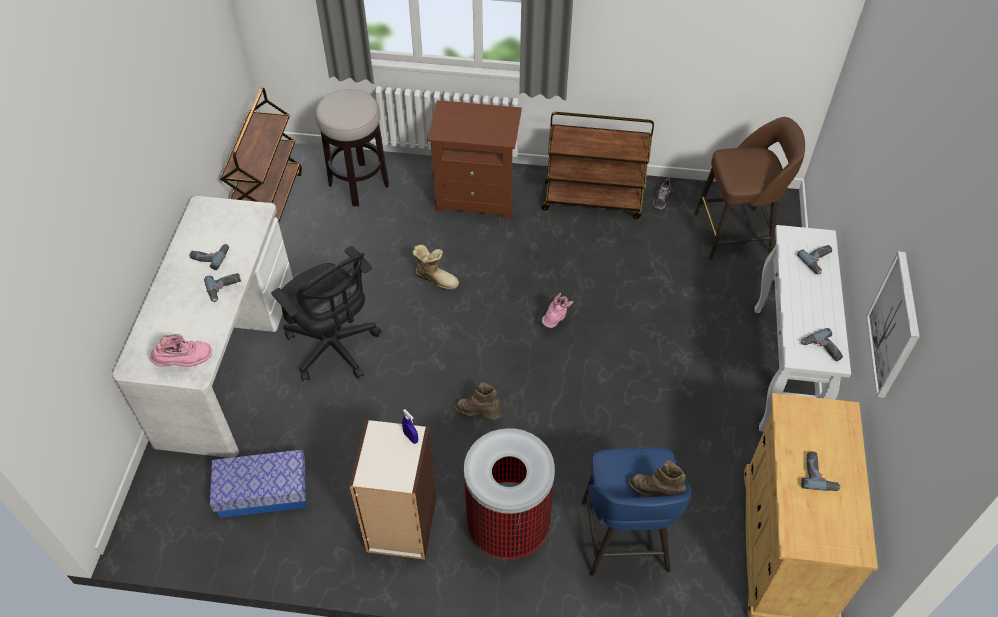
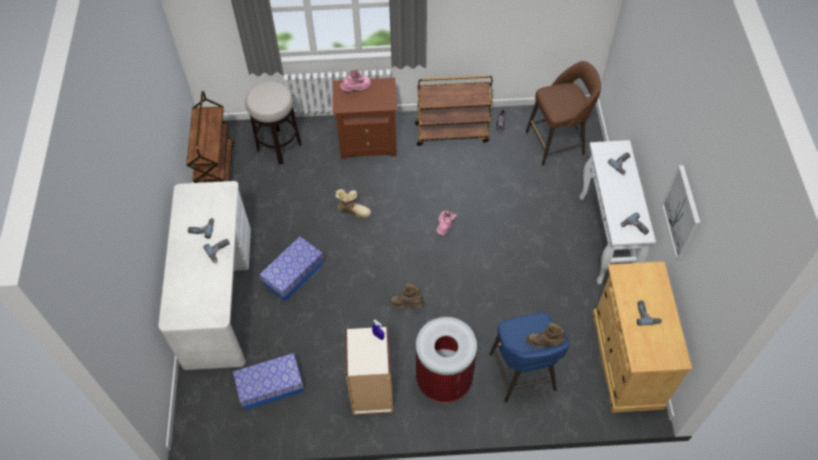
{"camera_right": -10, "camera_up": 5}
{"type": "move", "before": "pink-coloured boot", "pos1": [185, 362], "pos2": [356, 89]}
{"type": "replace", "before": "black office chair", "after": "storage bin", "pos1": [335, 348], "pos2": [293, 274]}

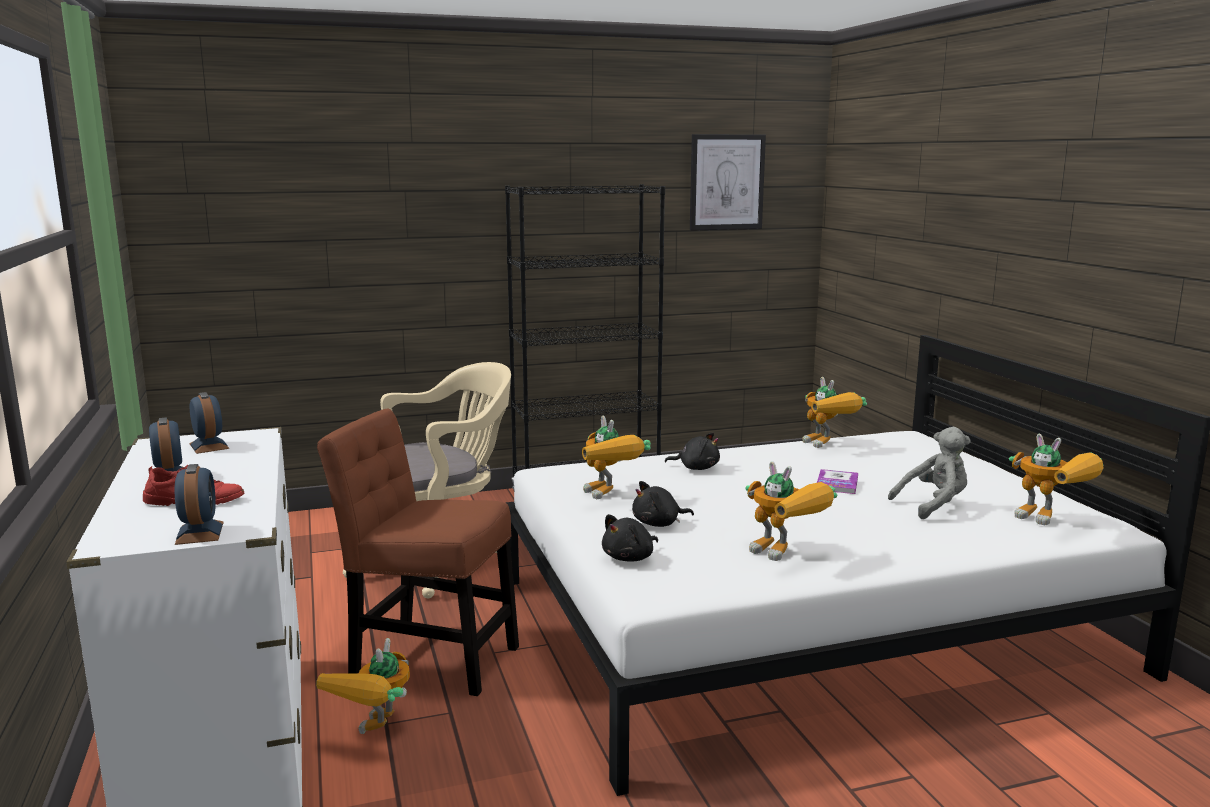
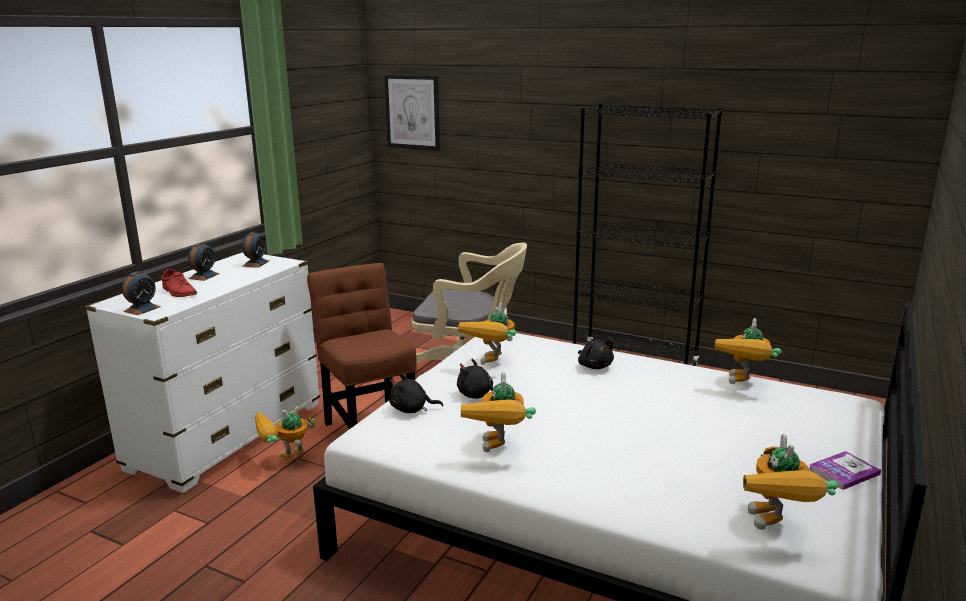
{"camera_right": 45, "camera_up": 5}
{"type": "delete", "before": "grey cuddly toy", "pos1": [933, 505]}
{"type": "move", "before": "wall picture", "pos1": [726, 182], "pos2": [412, 112]}
{"type": "move", "before": "book", "pos1": [837, 483], "pos2": [843, 472]}

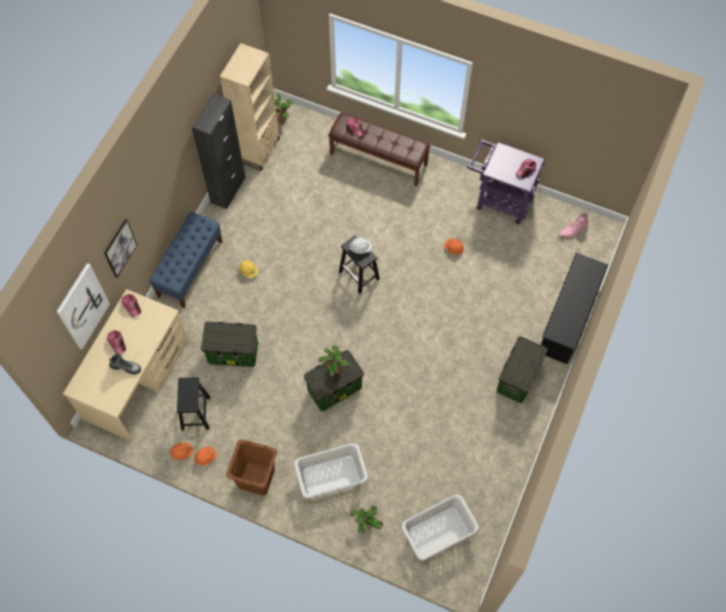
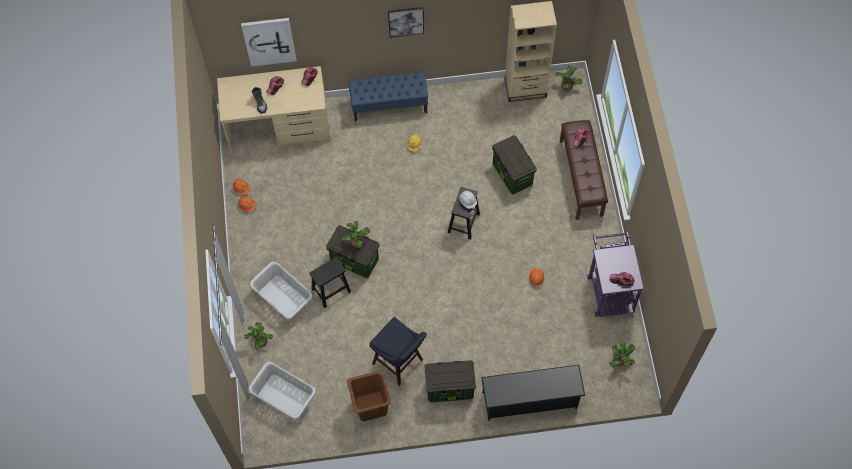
{"camera_right": 60, "camera_up": 0}
{"type": "delete", "before": "black cabinet", "pos1": [228, 190]}
{"type": "insert", "after": "blue-coloured stool seat", "pos2": [400, 363]}
{"type": "move", "before": "wall picture", "pos1": [120, 248], "pos2": [406, 21]}
{"type": "move", "before": "black stool seat", "pos1": [196, 414], "pos2": [330, 291]}
{"type": "move", "before": "storage bin", "pos1": [234, 353], "pos2": [513, 175]}
{"type": "move", "before": "brownish washing basket", "pos1": [256, 478], "pos2": [370, 405]}
{"type": "replace", "before": "pink-coloured boot", "after": "houseplant", "pos1": [572, 231], "pos2": [619, 362]}

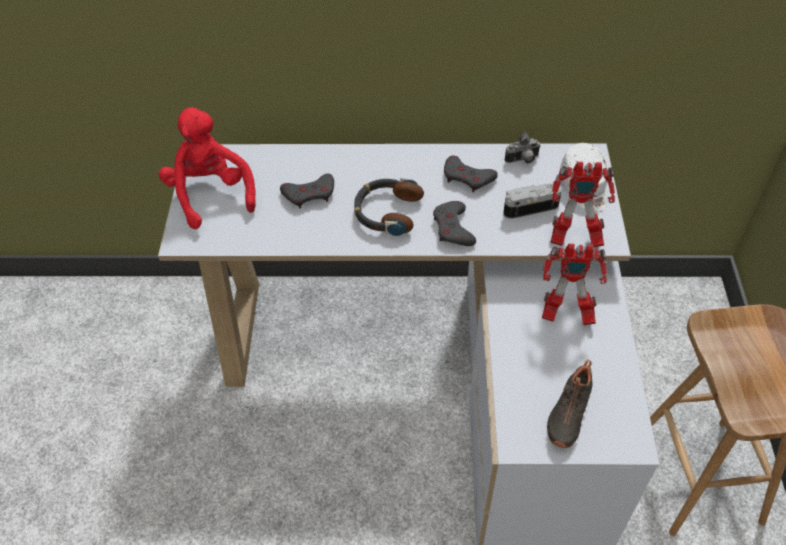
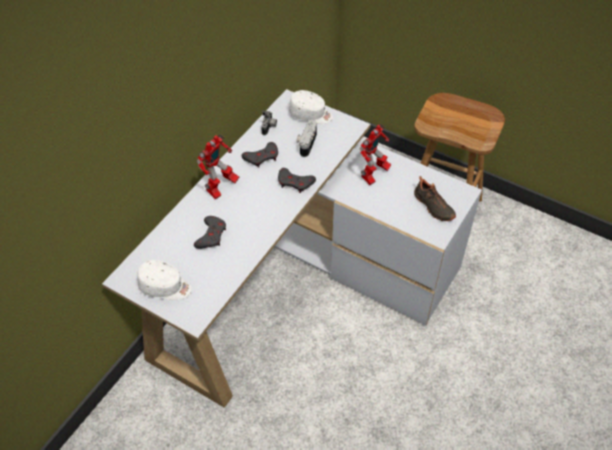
{"camera_right": -60, "camera_up": 0}
{"type": "delete", "before": "headset", "pos1": [387, 211]}
{"type": "move", "before": "robot figure", "pos1": [573, 239], "pos2": [221, 188]}
{"type": "replace", "before": "reddish cuddly toy", "after": "white cap", "pos1": [210, 194], "pos2": [165, 287]}

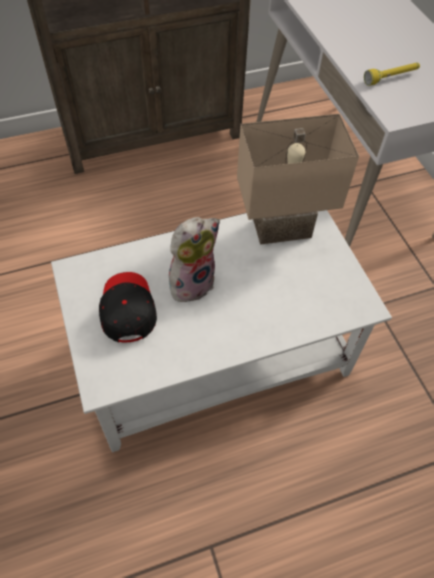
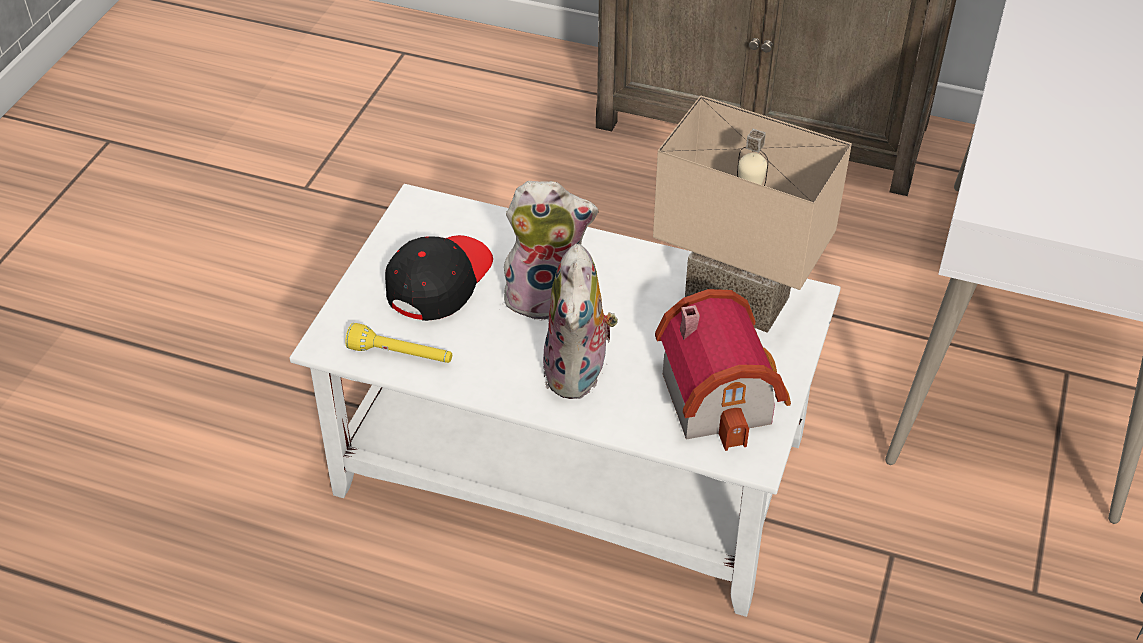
{"camera_right": 40, "camera_up": -10}
{"type": "insert", "after": "cuddly toy", "pos2": [579, 373]}
{"type": "insert", "after": "toy house", "pos2": [723, 394]}
{"type": "move", "before": "yellow-coloured flashlight", "pos1": [391, 78], "pos2": [401, 355]}

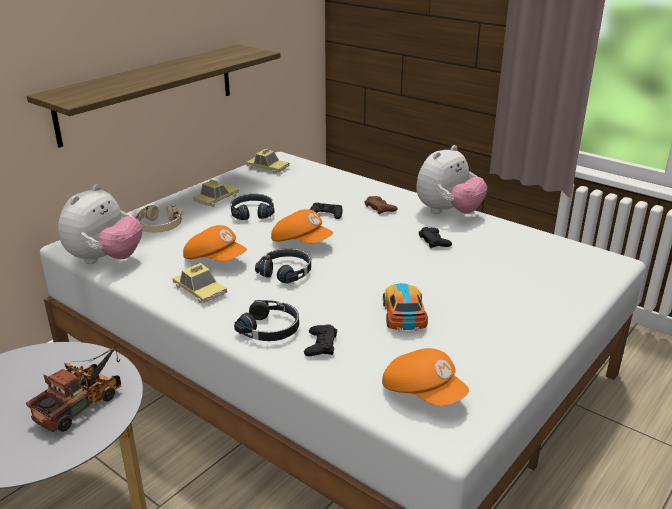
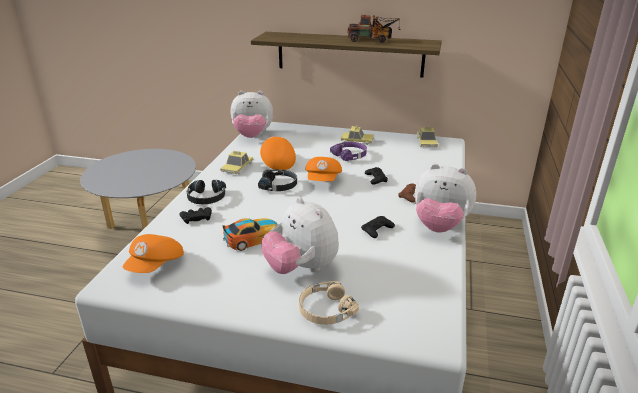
{"camera_right": 65, "camera_up": 0}
{"type": "insert", "after": "cuddly toy", "pos2": [301, 268]}
{"type": "move", "before": "model truck", "pos1": [84, 403], "pos2": [373, 40]}
{"type": "move", "before": "beige-coloured headset", "pos1": [159, 226], "pos2": [325, 310]}
{"type": "recolor", "before": "black headset", "after": "purple headset", "pos1": [252, 212], "pos2": [350, 155]}
{"type": "rotate", "before": "orange-coloured cap", "pos1": [215, 259], "pos2": [276, 162], "turn": 150}

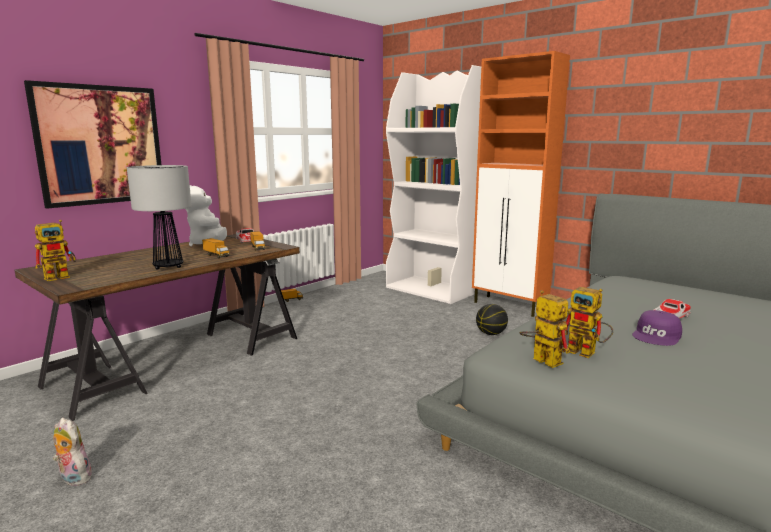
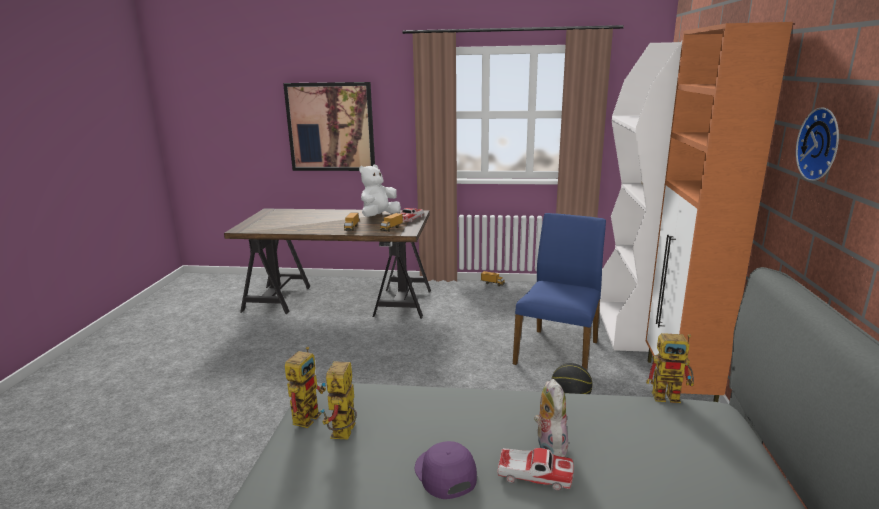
{"camera_right": 55, "camera_up": 5}
{"type": "delete", "before": "table lamp", "pos1": [169, 267]}
{"type": "insert", "after": "blue-coloured chair", "pos2": [558, 352]}
{"type": "insert", "after": "clock on the wall", "pos2": [822, 144]}
{"type": "move", "before": "robot figure", "pos1": [62, 276], "pos2": [671, 396]}
{"type": "move", "before": "cuddly toy", "pos1": [73, 478], "pos2": [549, 447]}
{"type": "rotate", "before": "purple cap", "pos1": [657, 336], "pos2": [444, 474], "turn": 60}

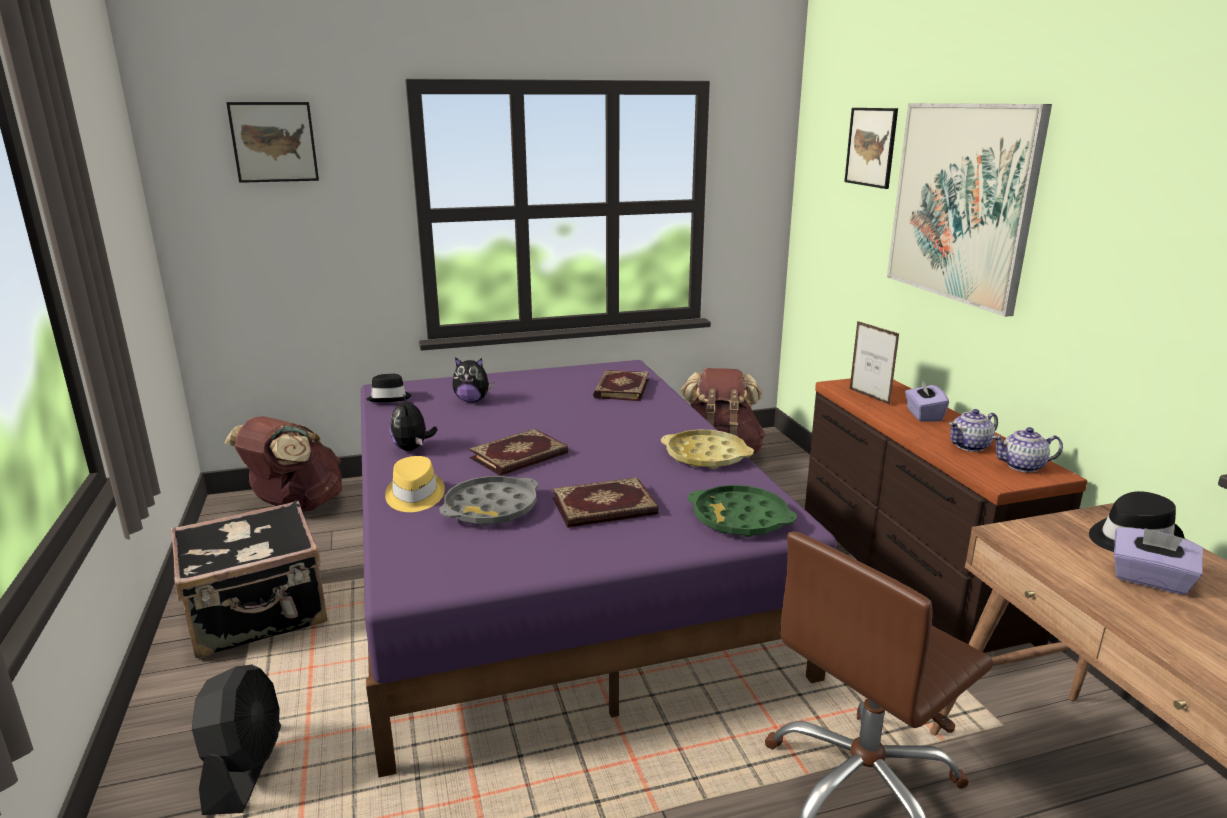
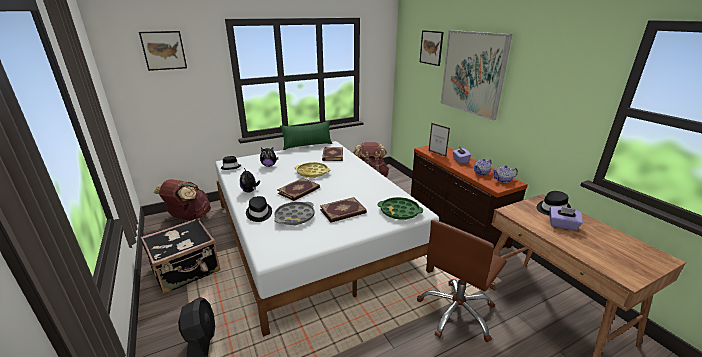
{"camera_right": -10, "camera_up": 5}
{"type": "insert", "after": "green throw pillow", "pos2": [307, 145]}
{"type": "move", "before": "yellow-coloured tray", "pos1": [706, 456], "pos2": [312, 172]}
{"type": "recolor", "before": "purple bedroom bed", "after": "white bedroom bed", "pos1": [552, 566], "pos2": [312, 234]}
{"type": "recolor", "before": "yellow-coloured wearable hat", "after": "black wearable hat", "pos1": [414, 496], "pos2": [259, 214]}

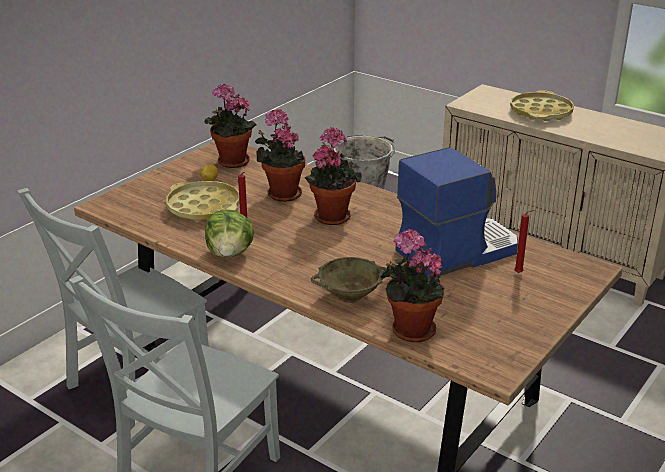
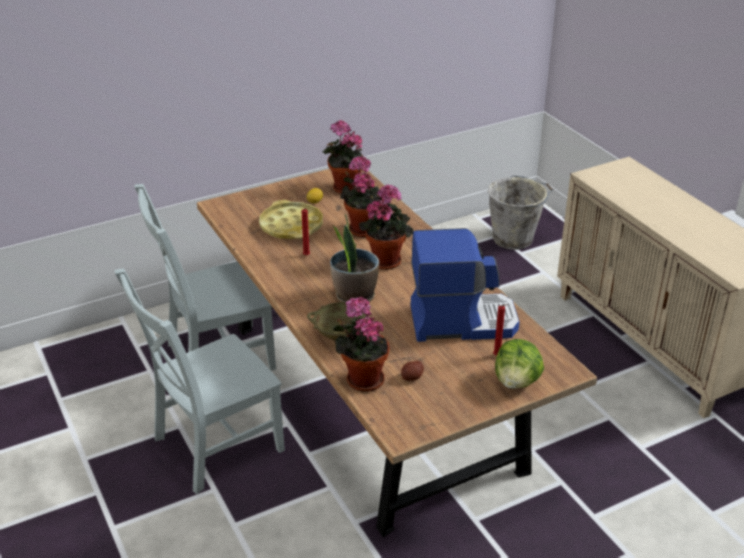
{"camera_right": 25, "camera_up": 5}
{"type": "delete", "before": "yellow-coloured tray", "pos1": [541, 112]}
{"type": "insert", "after": "houseplant", "pos2": [354, 296]}
{"type": "insert", "after": "potato", "pos2": [412, 377]}
{"type": "move", "before": "head of lettuce", "pos1": [230, 254], "pos2": [516, 382]}

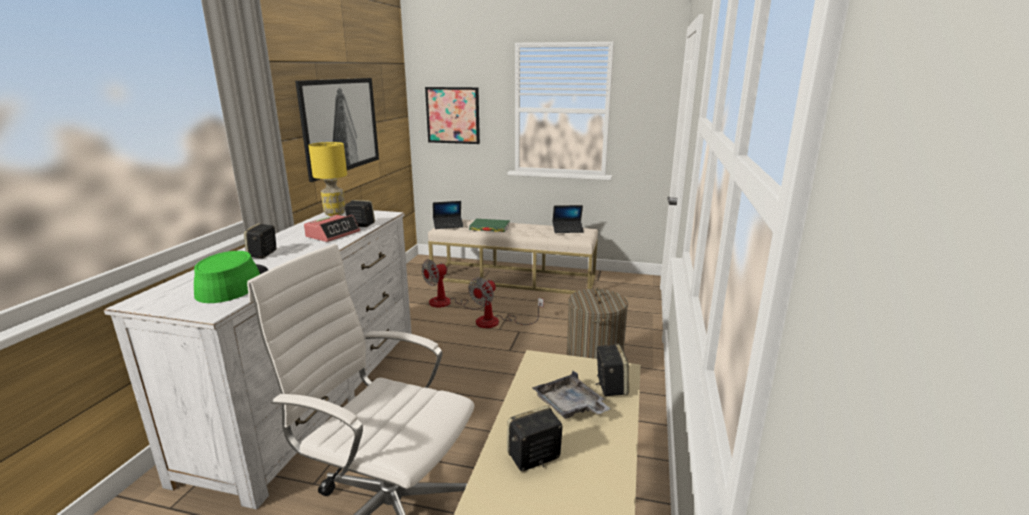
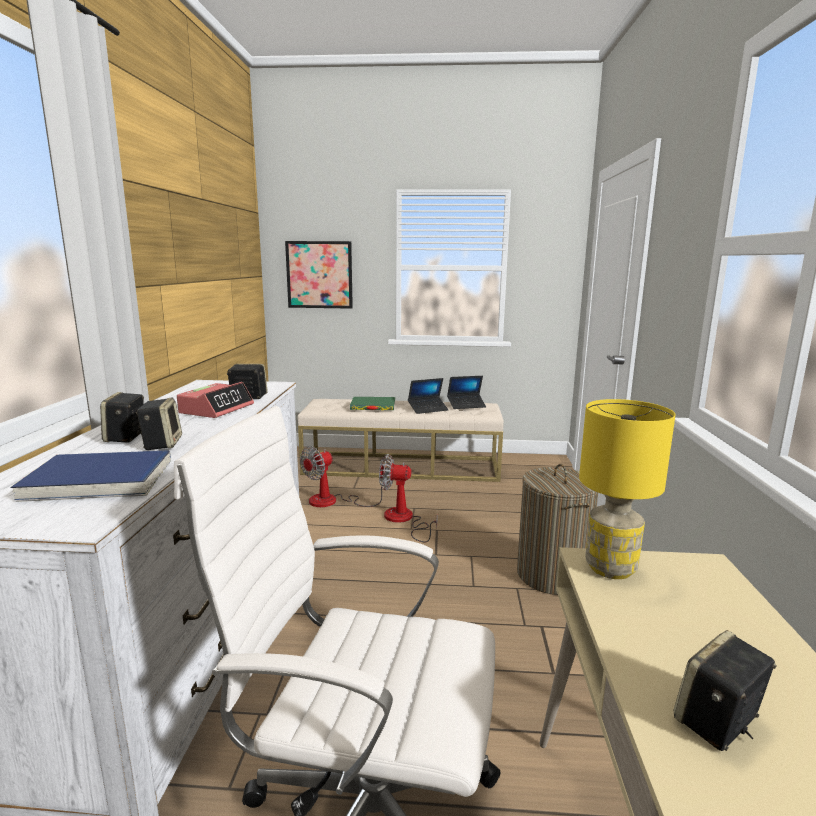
{"camera_right": -10, "camera_up": -5}
{"type": "delete", "before": "wall picture", "pos1": [341, 125]}
{"type": "delete", "before": "grey tray", "pos1": [569, 406]}
{"type": "move", "before": "yellow-coloured table lamp", "pos1": [335, 214], "pos2": [611, 568]}
{"type": "move", "before": "notebook computer", "pos1": [448, 225], "pos2": [428, 409]}
{"type": "move", "before": "audio speaker", "pos1": [610, 386], "pos2": [161, 444]}
{"type": "replace", "before": "green wearable hat", "after": "blue-coloured book", "pos1": [233, 285], "pos2": [100, 481]}
{"type": "rotate", "before": "cooling fan", "pos1": [496, 322], "pos2": [403, 520], "turn": 75}

